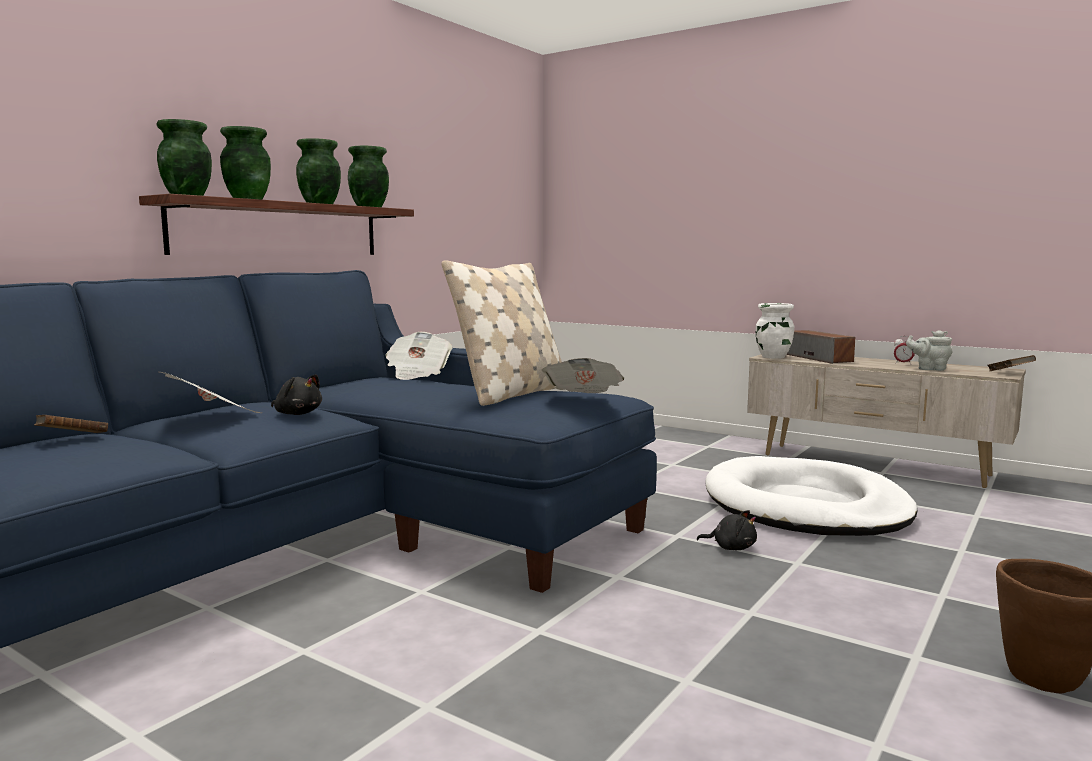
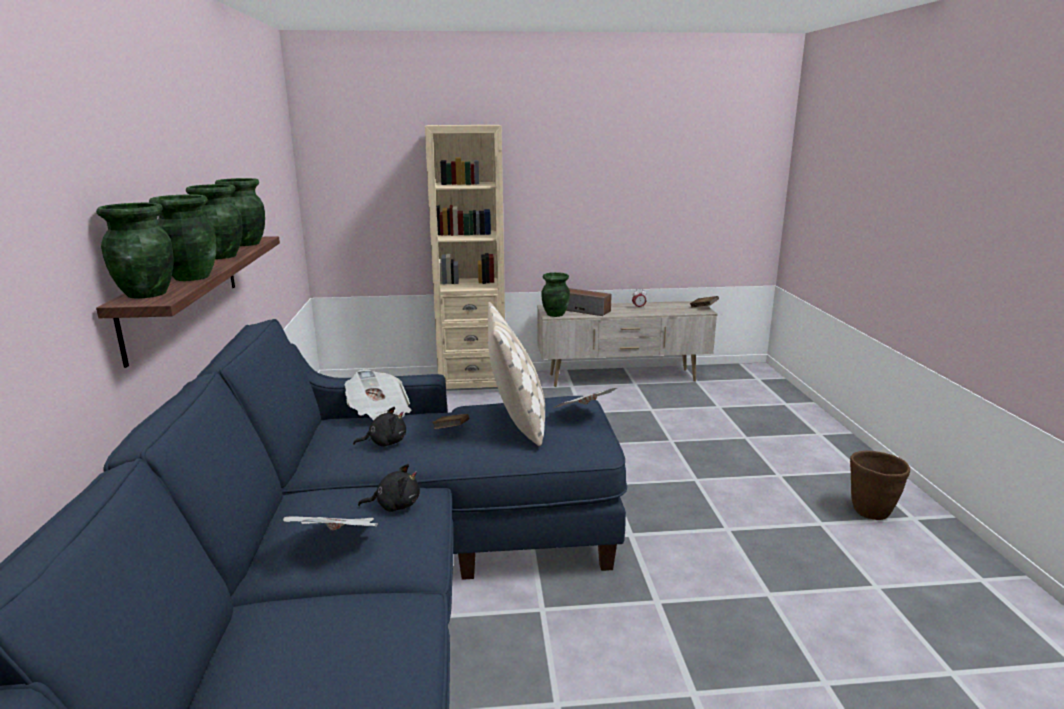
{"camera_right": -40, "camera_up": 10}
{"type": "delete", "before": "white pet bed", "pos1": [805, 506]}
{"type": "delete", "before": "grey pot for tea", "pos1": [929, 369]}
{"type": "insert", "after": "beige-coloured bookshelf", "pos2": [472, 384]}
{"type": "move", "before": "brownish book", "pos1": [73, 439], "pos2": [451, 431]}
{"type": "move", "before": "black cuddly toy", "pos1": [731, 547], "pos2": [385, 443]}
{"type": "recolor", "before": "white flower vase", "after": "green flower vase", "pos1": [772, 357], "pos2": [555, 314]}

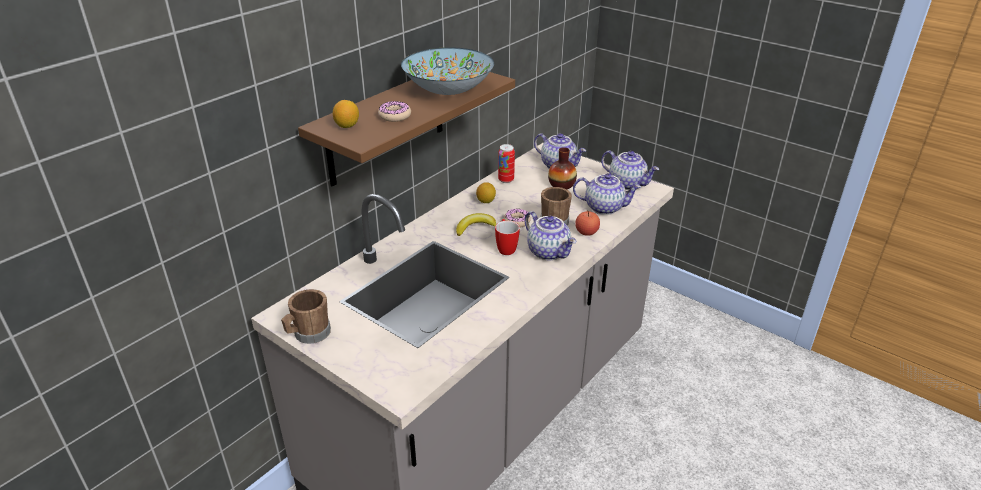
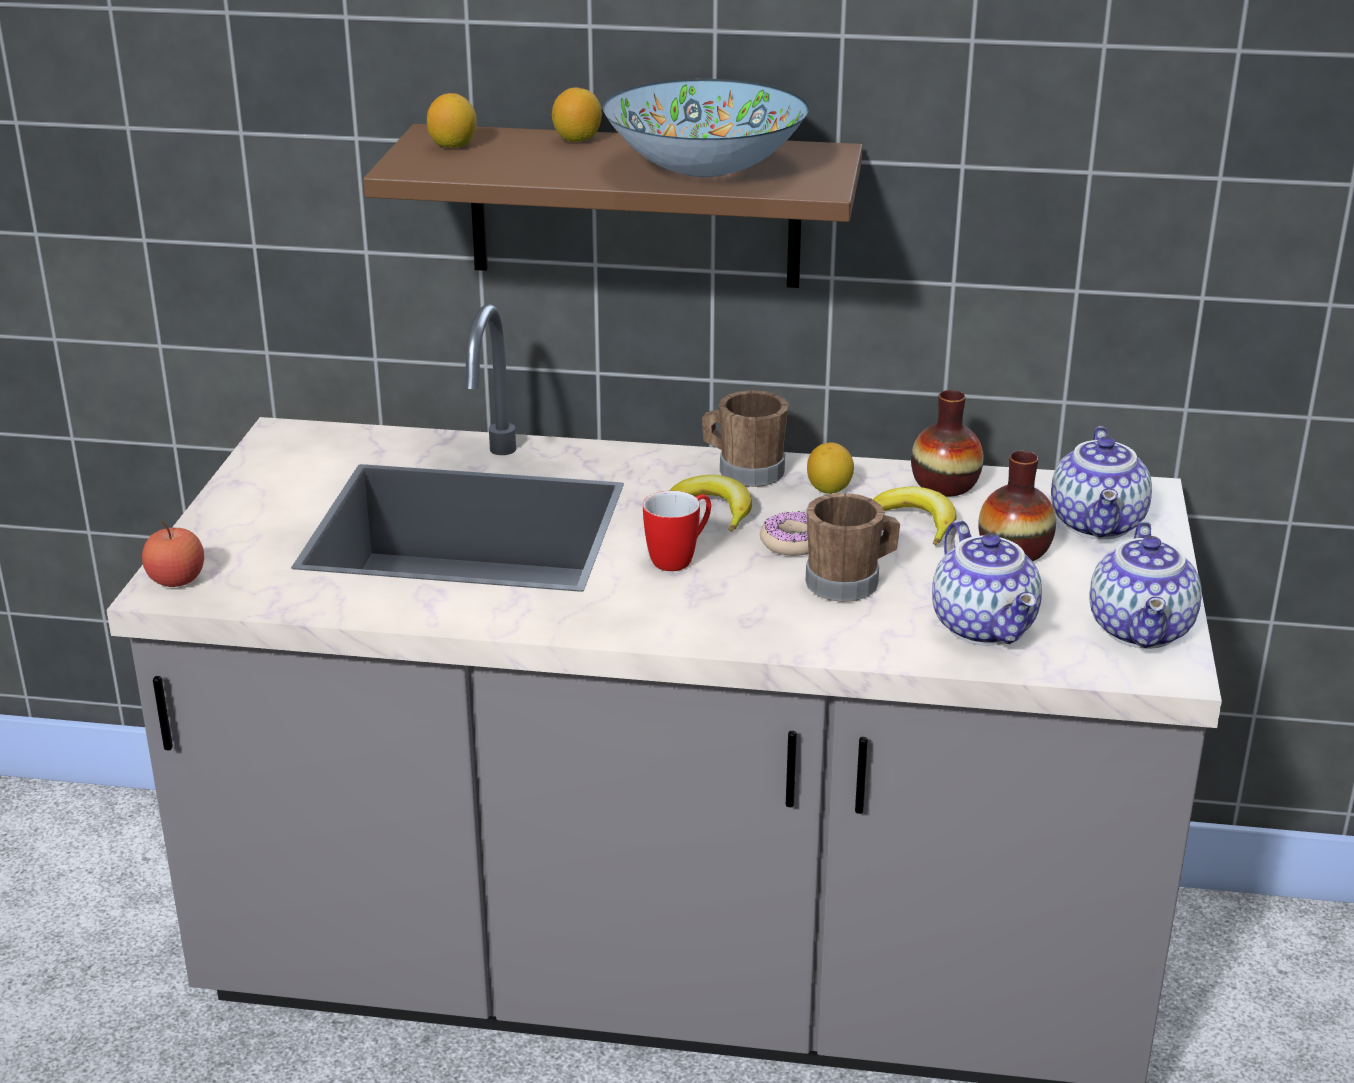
{"camera_right": 60, "camera_up": -5}
{"type": "delete", "before": "donut", "pos1": [395, 116]}
{"type": "delete", "before": "pot for tea", "pos1": [549, 252]}
{"type": "insert", "after": "citrus fruit", "pos2": [577, 139]}
{"type": "insert", "after": "whole banana", "pos2": [916, 522]}
{"type": "move", "before": "brownish tea mug", "pos1": [308, 334], "pos2": [744, 471]}
{"type": "move", "before": "apple", "pos1": [586, 232], "pos2": [176, 580]}
{"type": "replace", "before": "can", "after": "flower vase", "pos1": [506, 180], "pos2": [944, 485]}

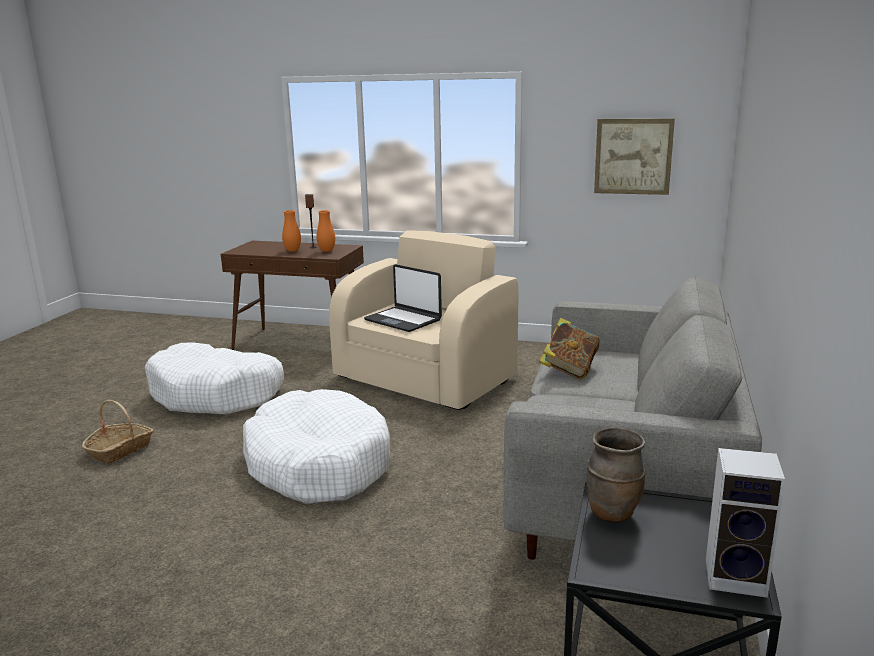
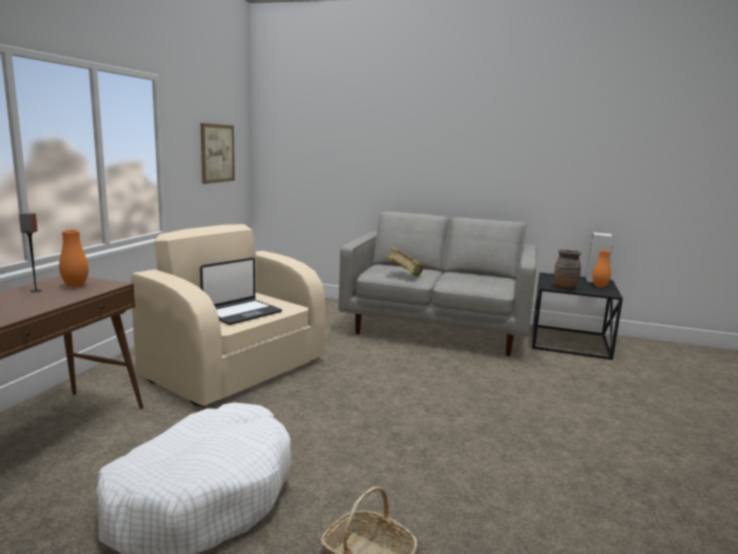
{"camera_right": -90, "camera_up": -5}
{"type": "delete", "before": "white pet bed", "pos1": [318, 464]}
{"type": "move", "before": "orange-coloured flower vase", "pos1": [292, 251], "pos2": [599, 286]}

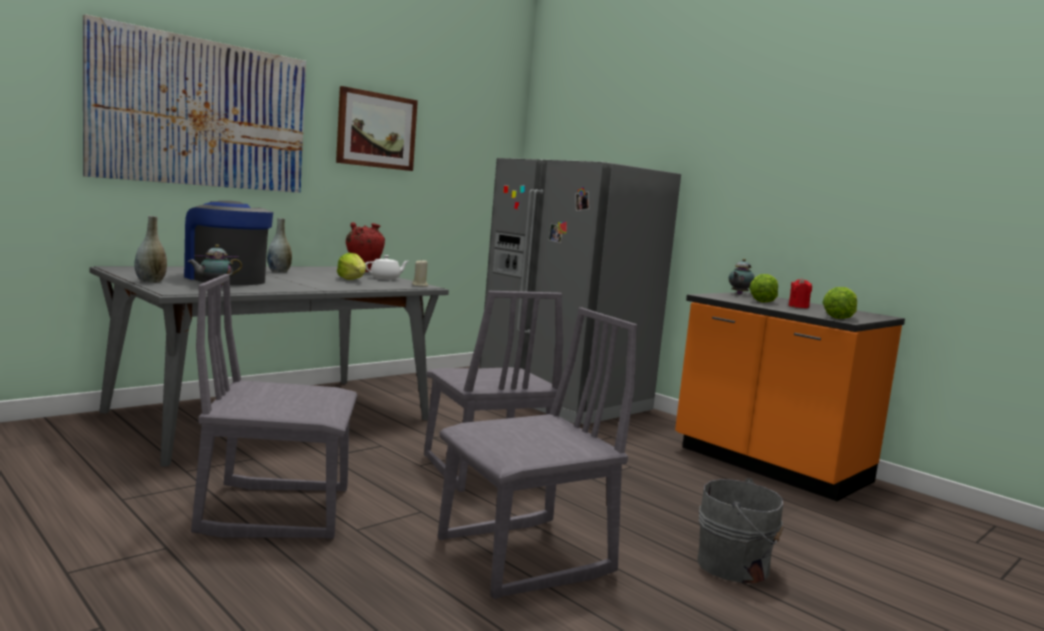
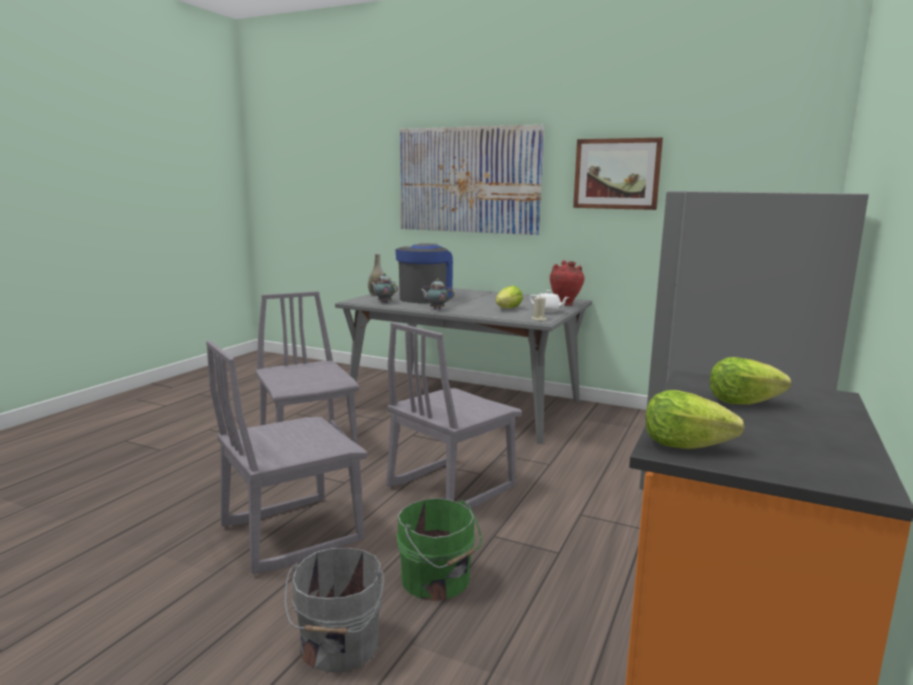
{"camera_right": 70, "camera_up": 5}
{"type": "delete", "before": "grey flower vase", "pos1": [279, 271]}
{"type": "delete", "before": "reddish wax candle", "pos1": [798, 307]}
{"type": "insert", "after": "green pail", "pos2": [437, 581]}
{"type": "move", "before": "pot for tea", "pos1": [738, 294], "pos2": [436, 309]}
{"type": "rotate", "before": "grey chair", "pos1": [525, 557], "pos2": [291, 533], "turn": 105}

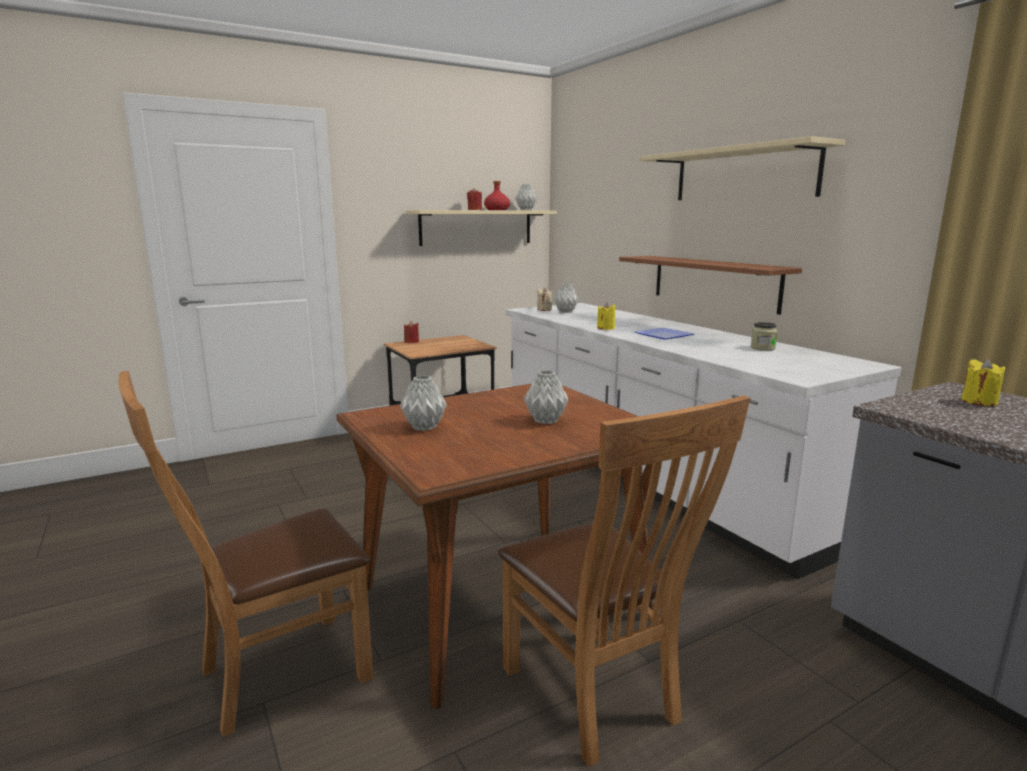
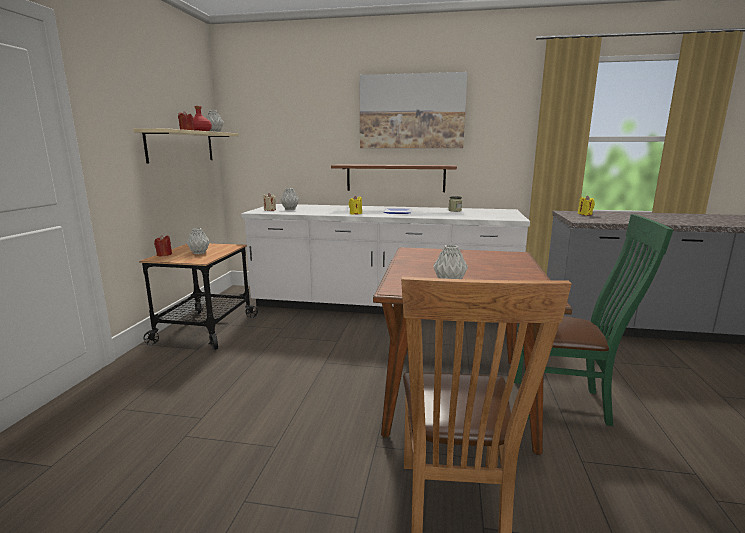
{"camera_right": -50, "camera_up": 0}
{"type": "move", "before": "grey flower vase", "pos1": [546, 421], "pos2": [199, 253]}
{"type": "replace", "before": "beige-coloured bracket shelf", "after": "wall picture", "pos1": [743, 174], "pos2": [411, 112]}
{"type": "recolor", "before": "brownish chair", "after": "green chair", "pos1": [597, 699], "pos2": [565, 403]}

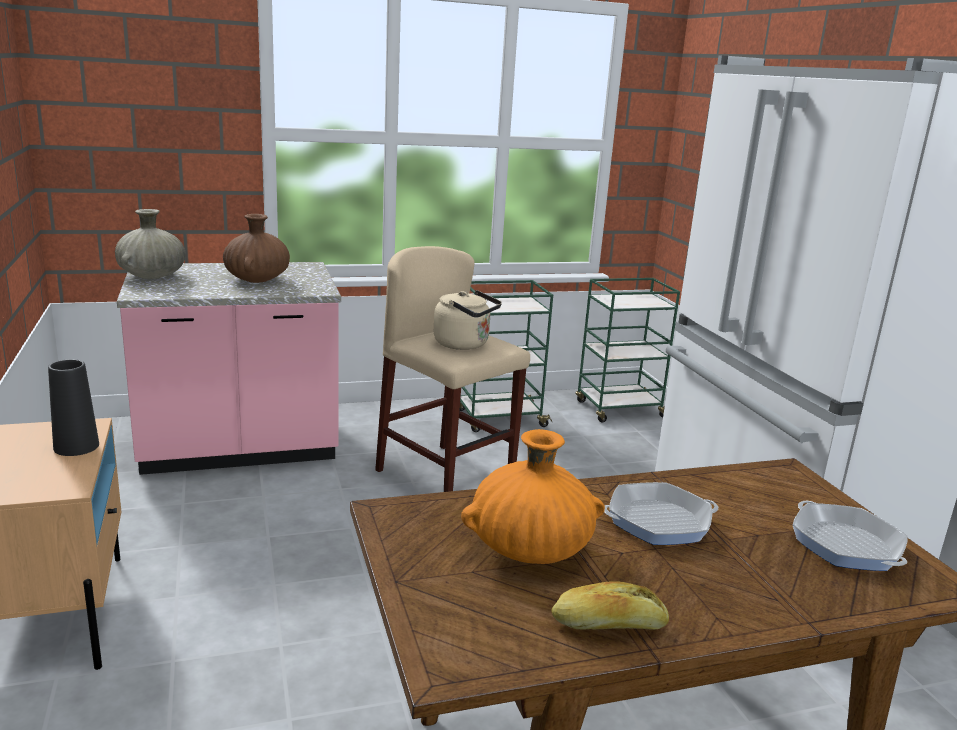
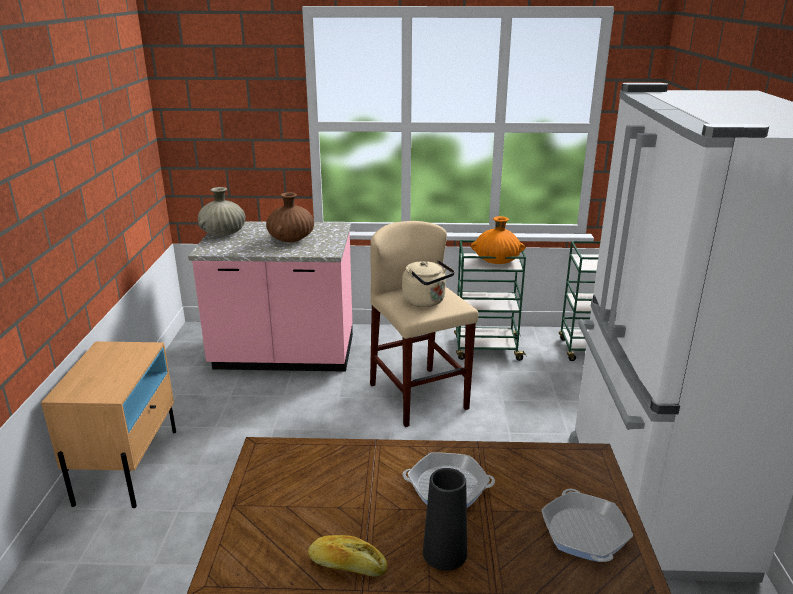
{"camera_right": 20, "camera_up": 5}
{"type": "move", "before": "black flower vase", "pos1": [76, 446], "pos2": [444, 553]}
{"type": "move", "before": "orange-coloured flower vase", "pos1": [530, 549], "pos2": [496, 261]}

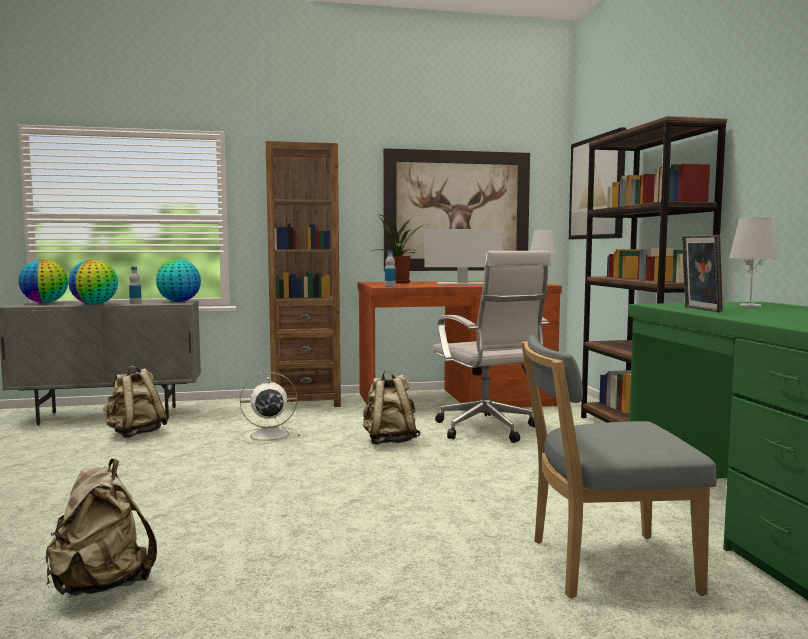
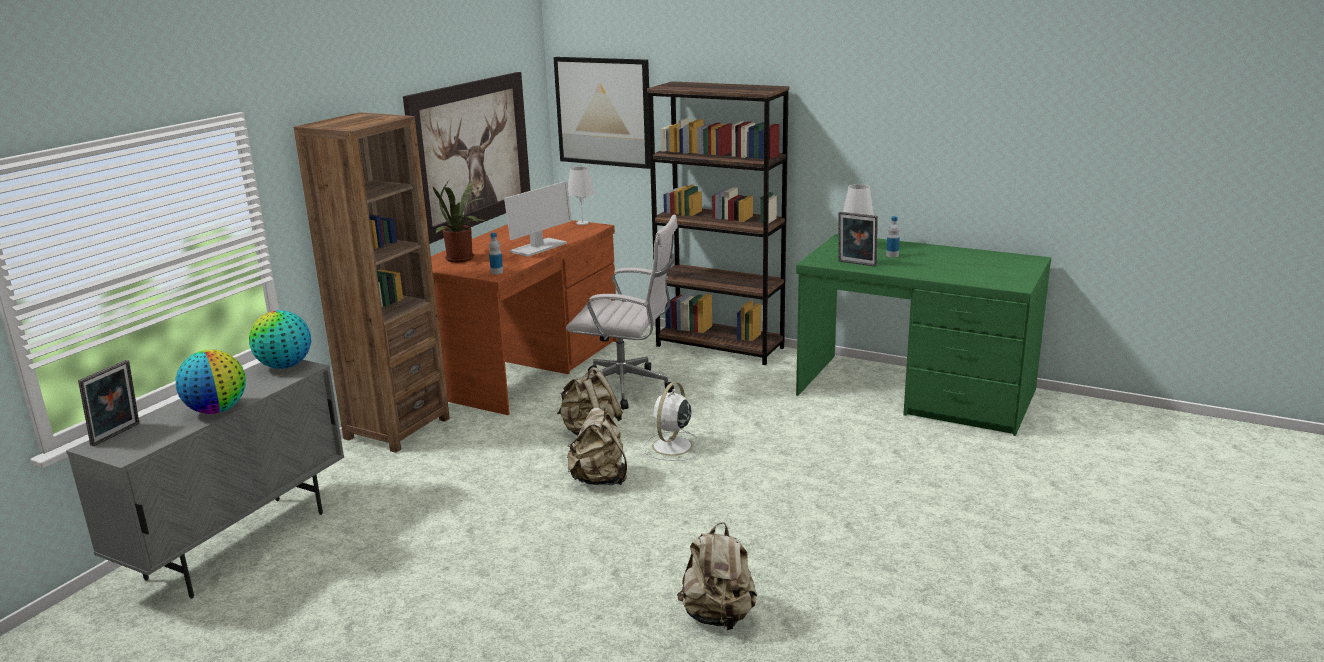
{"camera_right": -50, "camera_up": 15}
{"type": "delete", "before": "grey chair", "pos1": [603, 566]}
{"type": "move", "before": "beige-coloured backpack", "pos1": [135, 434], "pos2": [600, 480]}
{"type": "move", "before": "bottle", "pos1": [135, 303], "pos2": [892, 255]}
{"type": "move", "before": "white cooling fan", "pos1": [267, 435], "pos2": [671, 447]}
{"type": "replace", "before": "world globe", "after": "photo frame", "pos1": [45, 303], "pos2": [118, 435]}

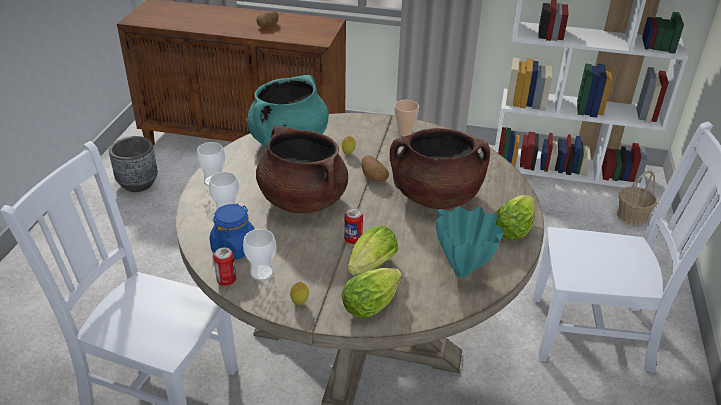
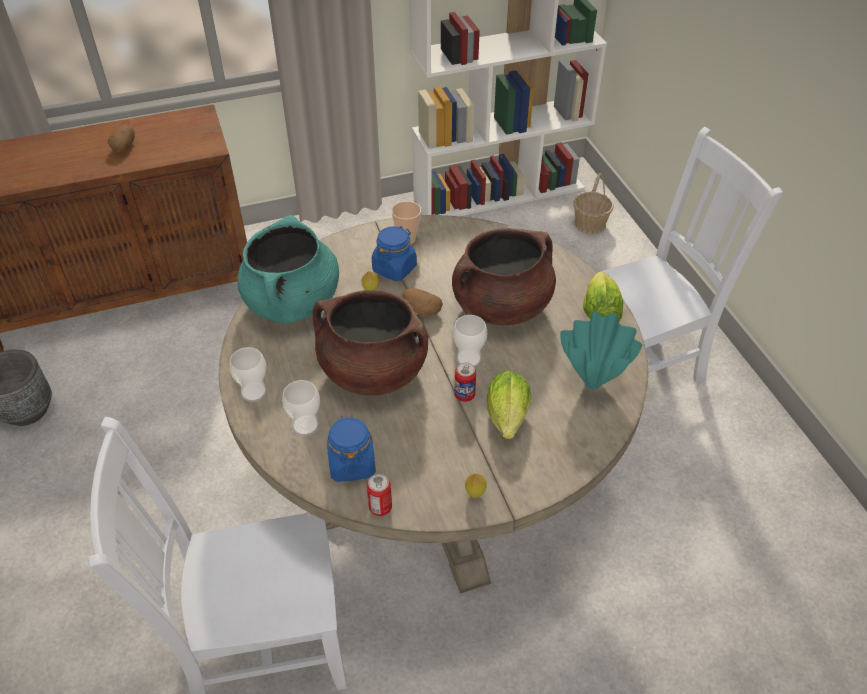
{"camera_right": -30, "camera_up": 10}
{"type": "delete", "before": "head of lettuce", "pos1": [373, 304]}
{"type": "insert", "after": "blue-coloured storage jar", "pos2": [394, 268]}
{"type": "move", "before": "drinking cup", "pos1": [261, 273], "pos2": [468, 358]}

